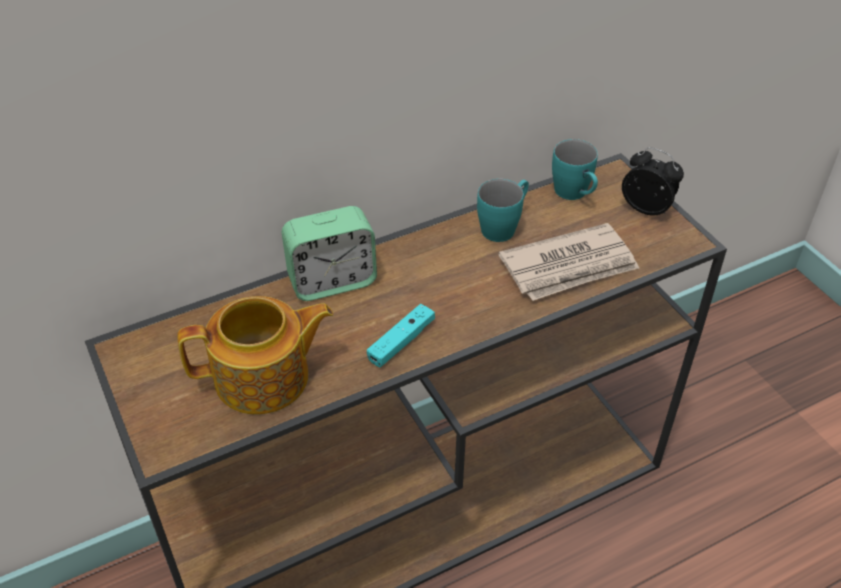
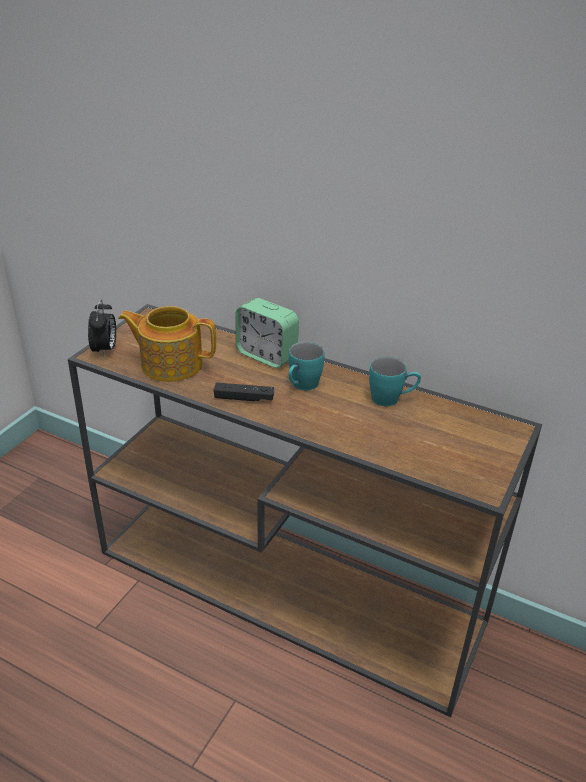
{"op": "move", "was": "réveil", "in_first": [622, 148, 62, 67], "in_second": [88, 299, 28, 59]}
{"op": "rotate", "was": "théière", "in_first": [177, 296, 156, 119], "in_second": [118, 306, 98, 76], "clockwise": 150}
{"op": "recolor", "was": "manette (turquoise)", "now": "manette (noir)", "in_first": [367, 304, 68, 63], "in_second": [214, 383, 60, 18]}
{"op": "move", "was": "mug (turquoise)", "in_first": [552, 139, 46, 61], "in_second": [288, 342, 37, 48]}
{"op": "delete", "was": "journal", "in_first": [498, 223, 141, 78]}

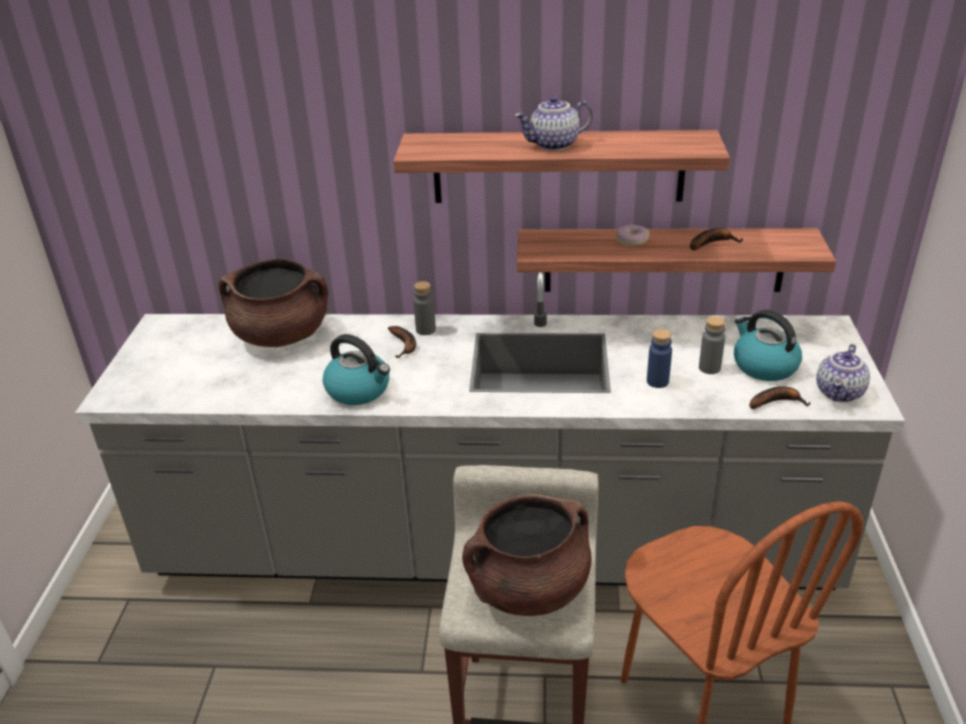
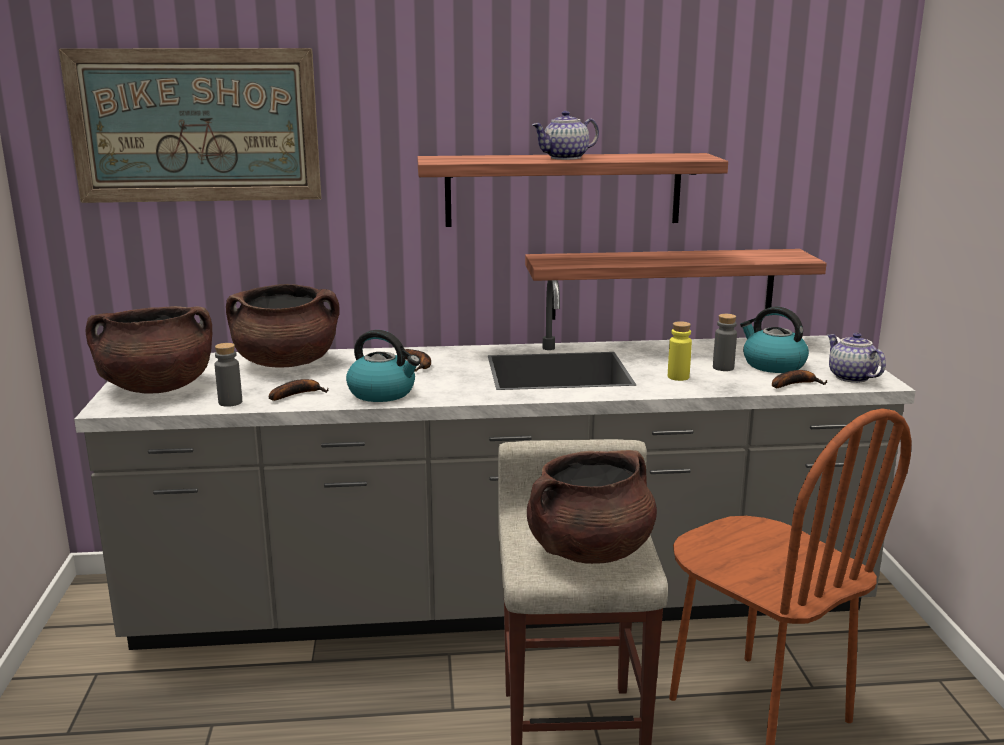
{"op": "insert", "now": "tableau", "in_second": [59, 48, 262, 155]}
{"op": "insert", "now": "marmite (marron)", "in_second": [86, 306, 126, 87]}
{"op": "move", "was": "bouteille (gris)", "in_first": [413, 281, 23, 54], "in_second": [214, 343, 28, 64]}
{"op": "move", "was": "banane", "in_first": [690, 228, 53, 23], "in_second": [269, 379, 60, 22]}
{"op": "recolor", "was": "bouteille (bleu)", "now": "bouteille (jaune)", "in_first": [647, 329, 25, 59], "in_second": [668, 321, 24, 60]}
{"op": "rotate", "was": "théière", "in_first": [816, 344, 54, 58], "in_second": [827, 333, 59, 50], "clockwise": 135}
{"op": "delete", "was": "beignet", "in_first": [616, 224, 33, 22]}

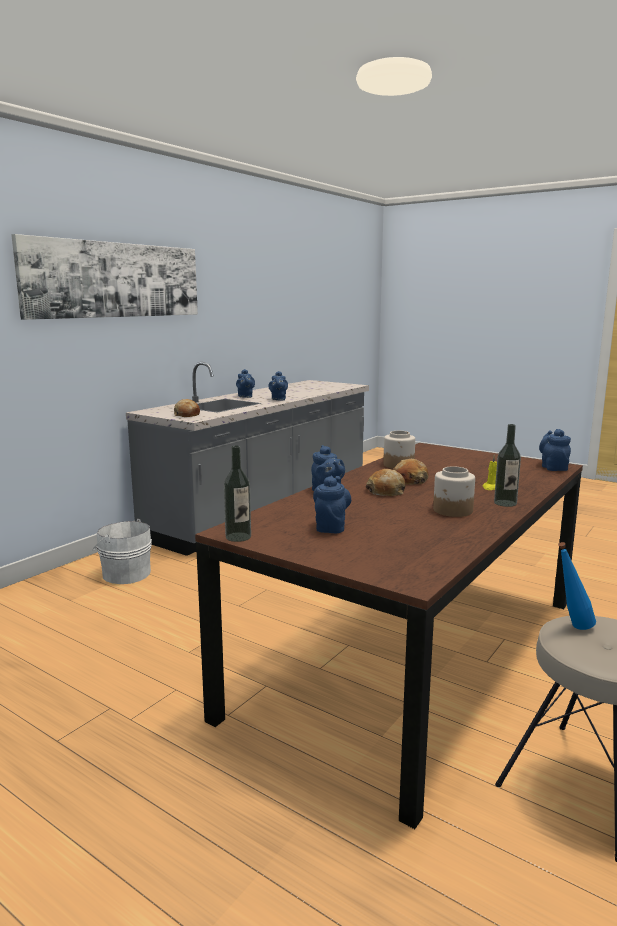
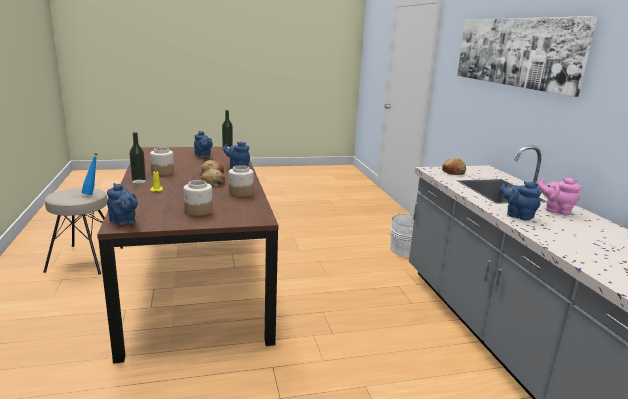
{"op": "insert", "now": "bocal", "in_second": [184, 180, 29, 36]}
{"op": "recolor", "was": "théière (bleu)", "now": "théière (rose)", "in_first": [236, 369, 19, 29], "in_second": [538, 178, 43, 37]}

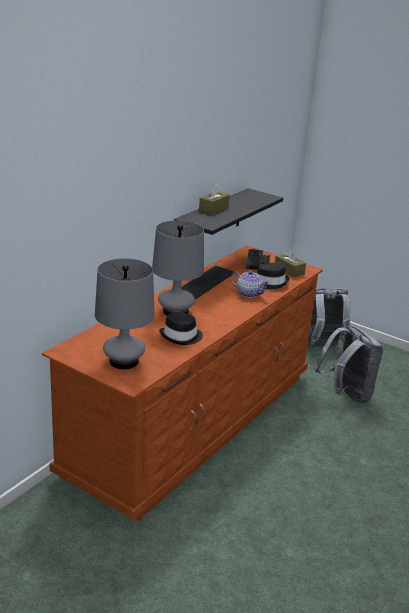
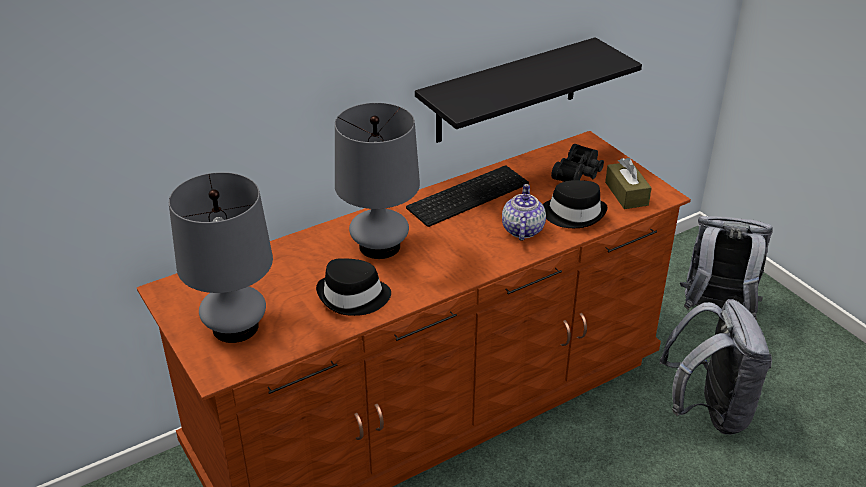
{"op": "rotate", "was": "théière", "in_first": [230, 271, 40, 27], "in_second": [502, 184, 44, 57], "clockwise": -135}
{"op": "delete", "was": "boîte à mouchoirs (marron)", "in_first": [199, 184, 30, 30]}

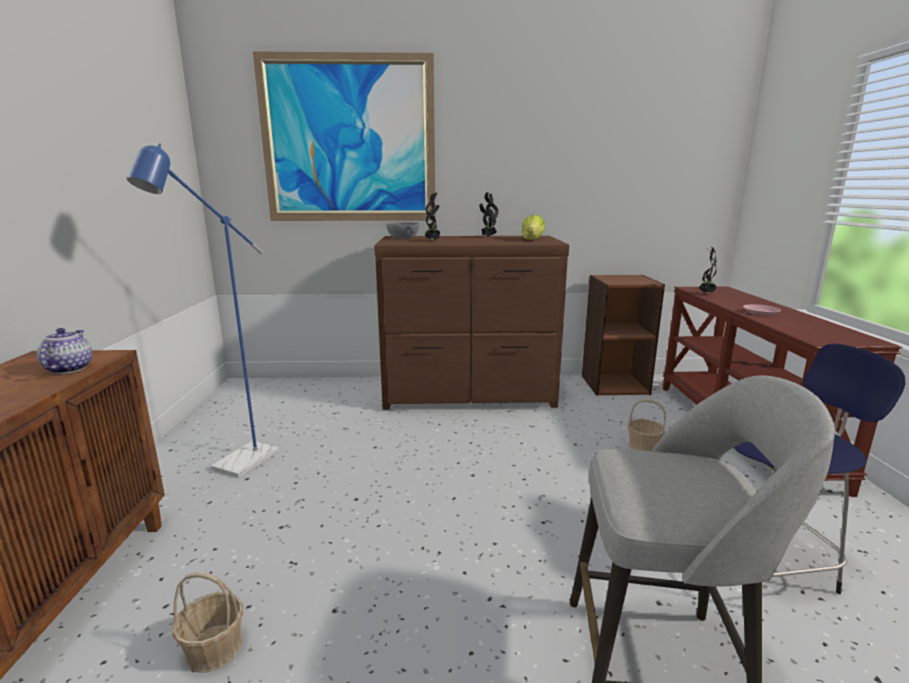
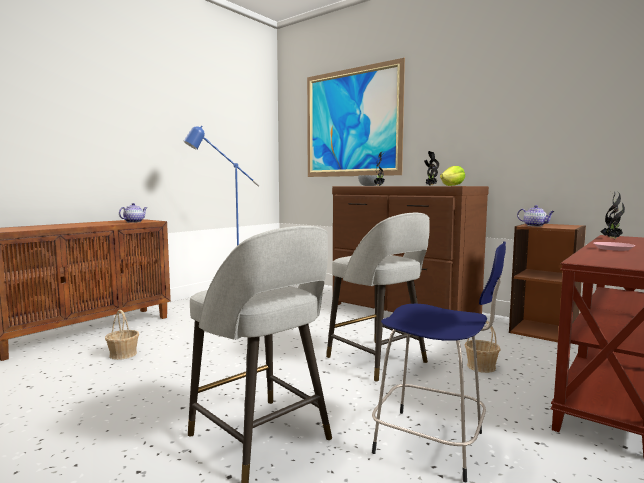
{"op": "insert", "now": "tabouret (gris)", "in_second": [326, 213, 103, 169]}
{"op": "insert", "now": "théière", "in_second": [517, 205, 38, 21]}

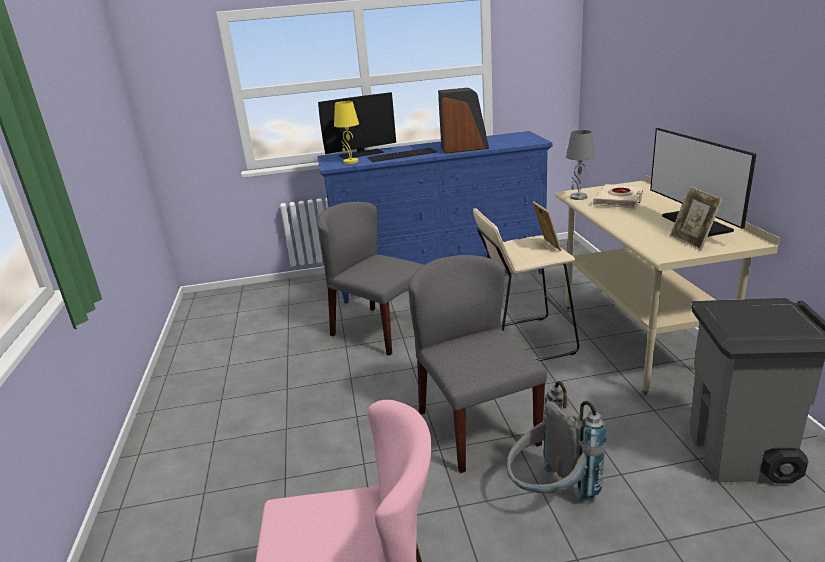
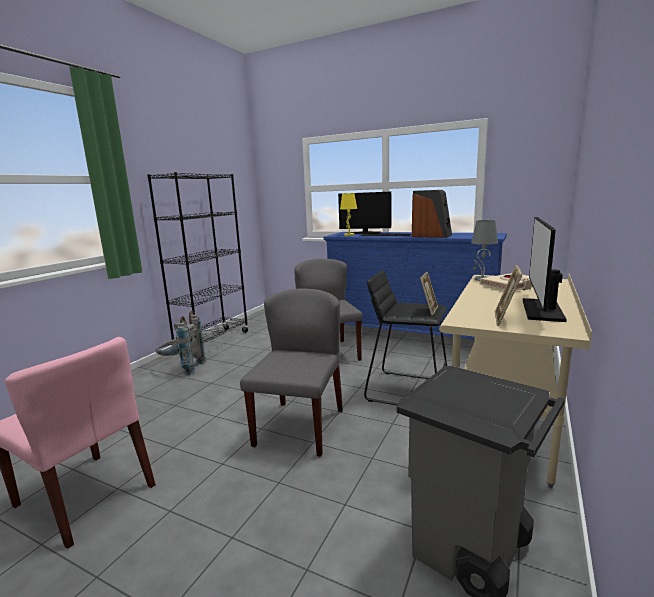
{"op": "insert", "now": "bibliothèque (noir)", "in_second": [147, 172, 102, 179]}
{"op": "move", "was": "sac à dos (gris)", "in_first": [507, 381, 99, 124], "in_second": [156, 311, 50, 64]}
{"op": "recolor", "was": "tabouret (beige)", "now": "tabouret (noir)", "in_first": [473, 208, 106, 153], "in_second": [364, 270, 83, 135]}

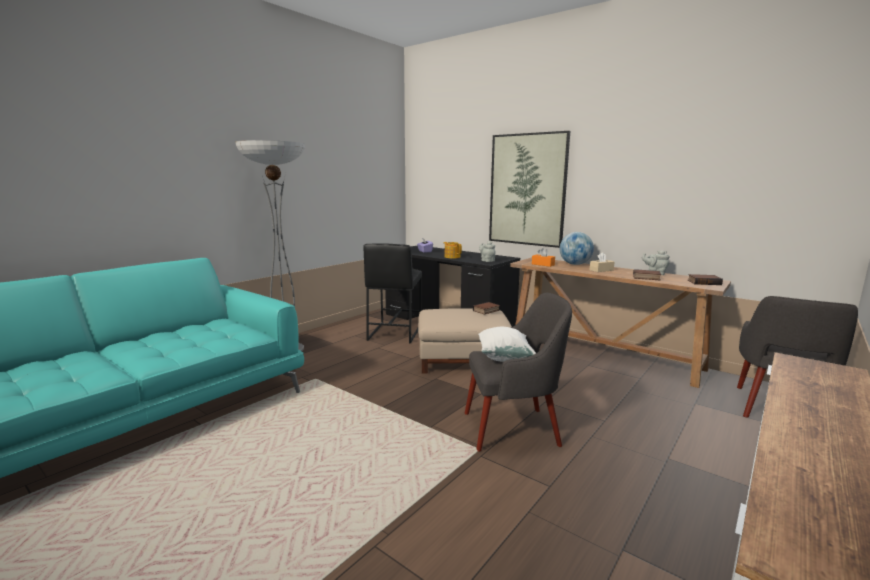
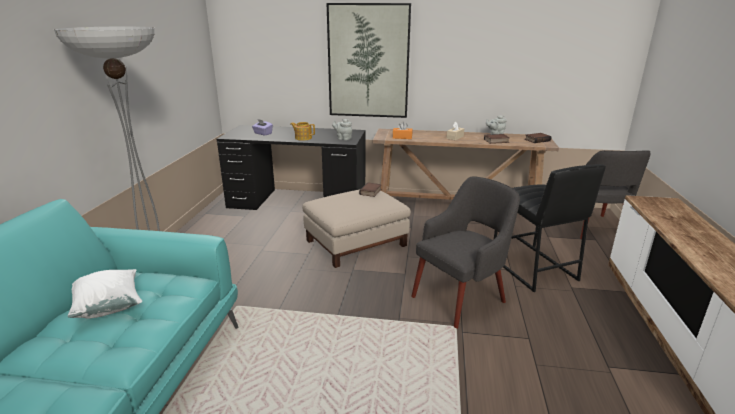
{"op": "move", "was": "coussin (blanc)", "in_first": [478, 327, 58, 35], "in_second": [68, 269, 74, 49]}
{"op": "move", "was": "tabouret (noir)", "in_first": [364, 243, 58, 100], "in_second": [494, 164, 112, 128]}
{"op": "delete", "was": "globe", "in_first": [560, 232, 34, 33]}

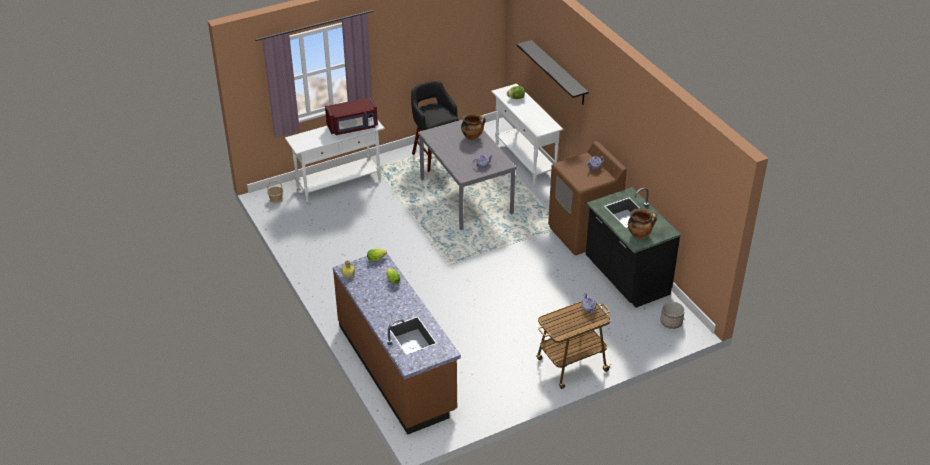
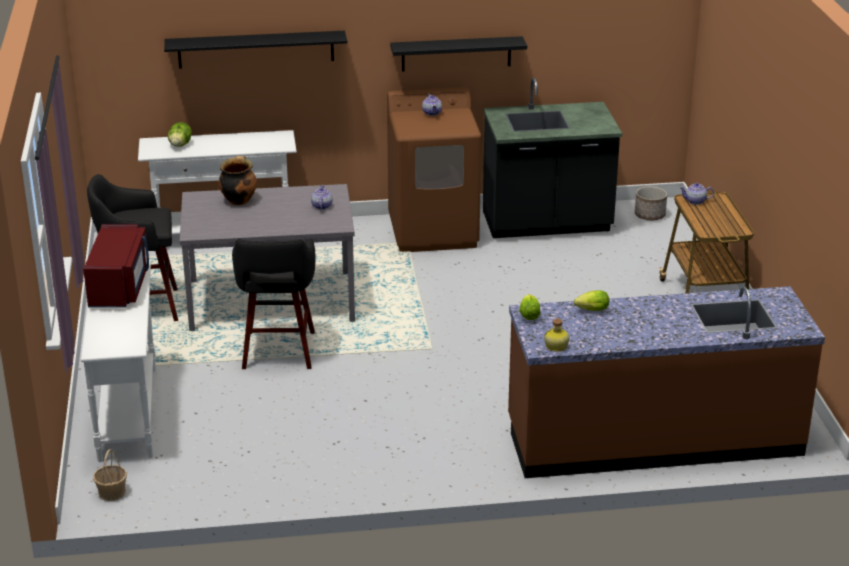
{"op": "insert", "now": "tabouret (noir)", "in_second": [232, 238, 83, 131]}
{"op": "insert", "now": "étagère (noir)", "in_second": [390, 36, 137, 36]}
{"op": "delete", "was": "marmite", "in_first": [628, 208, 29, 31]}

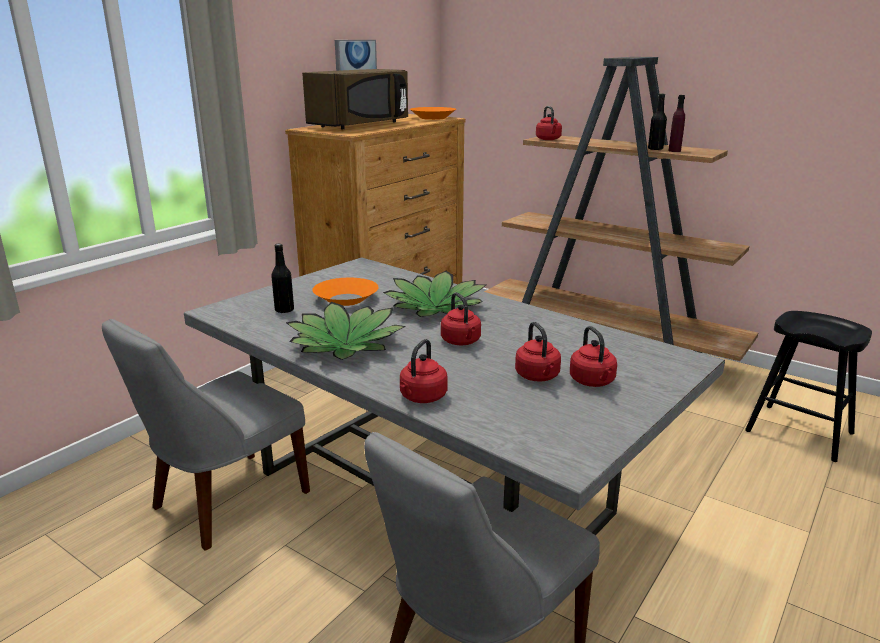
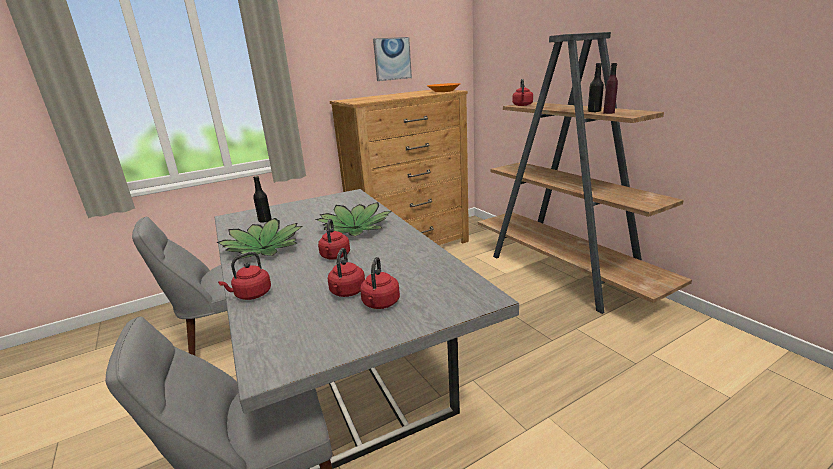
{"op": "delete", "was": "micro-ondes (marron)", "in_first": [302, 69, 106, 60]}
{"op": "delete", "was": "bol (orange)", "in_first": [312, 278, 66, 28]}
{"op": "delete", "was": "tabouret (noir)", "in_first": [745, 311, 127, 151]}

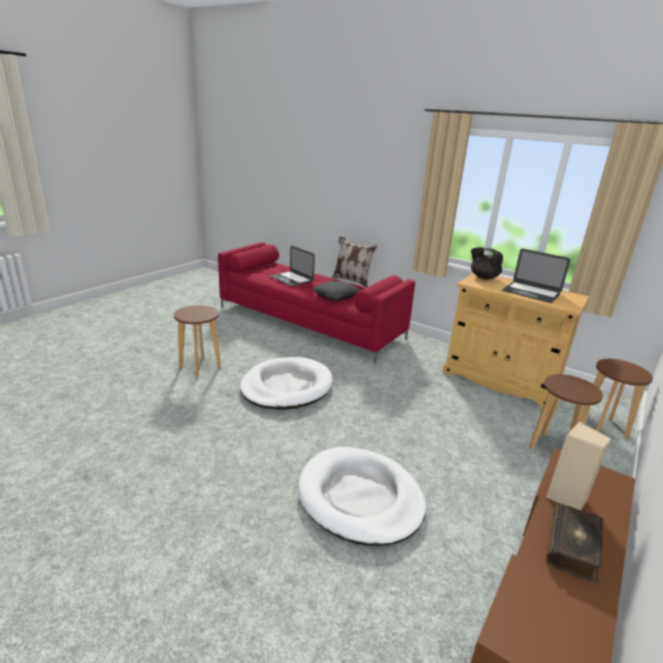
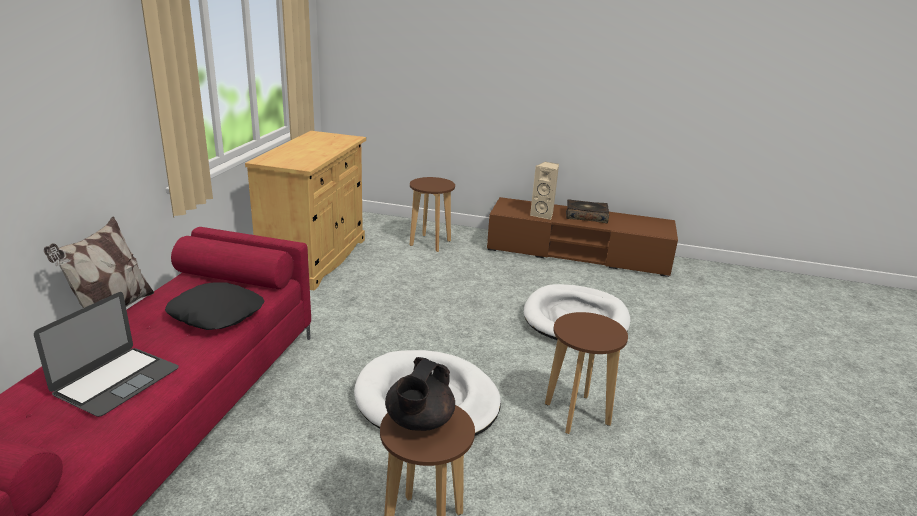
{"op": "move", "was": "théière (noir)", "in_first": [471, 247, 32, 32], "in_second": [385, 357, 70, 74]}
{"op": "move", "was": "tabouret (marron)", "in_first": [593, 359, 60, 80], "in_second": [545, 312, 83, 122]}
{"op": "delete", "was": "ordinateur portable", "in_first": [503, 249, 67, 54]}

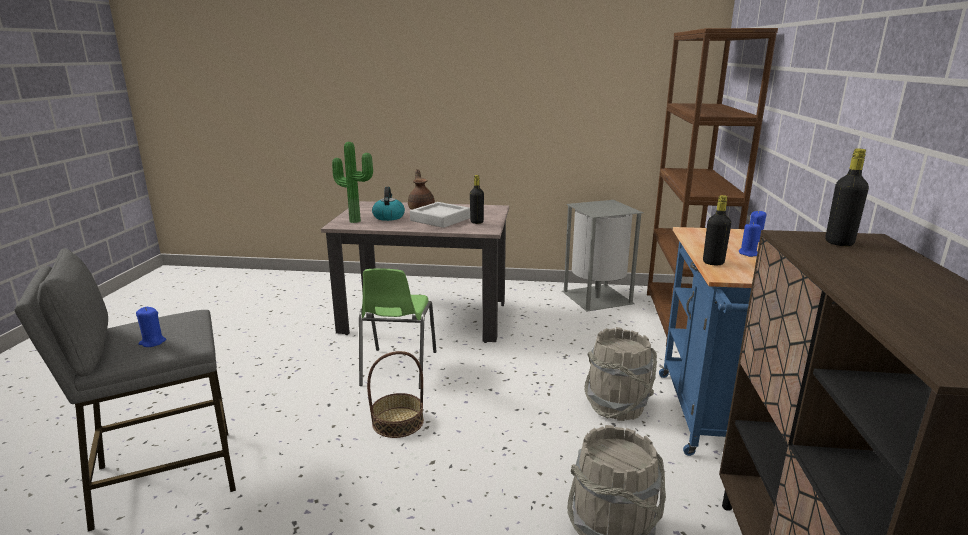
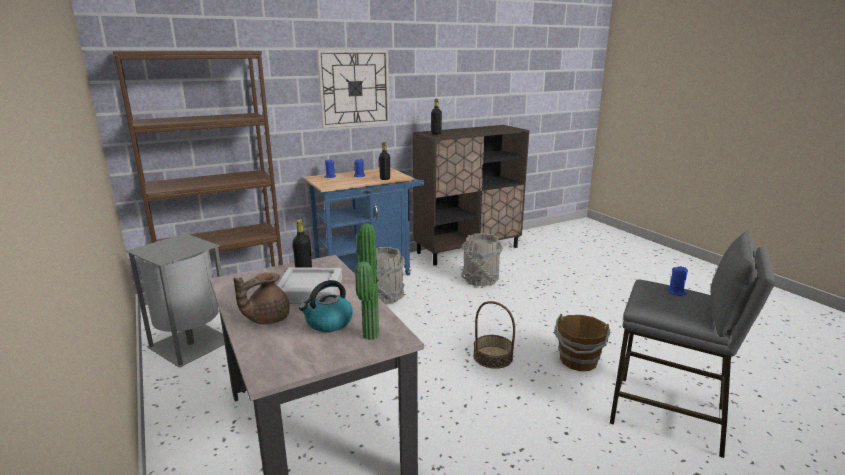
{"op": "insert", "now": "horloge murale", "in_second": [317, 50, 73, 78]}
{"op": "insert", "now": "seau (marron)", "in_second": [554, 314, 56, 57]}
{"op": "delete", "was": "chaise (vert)", "in_first": [359, 268, 78, 121]}

